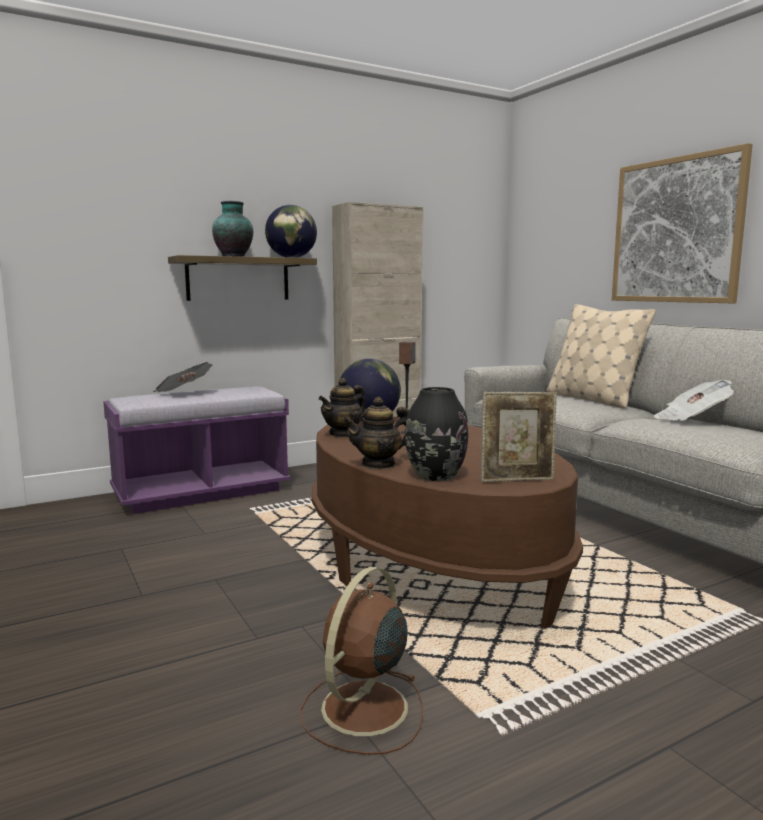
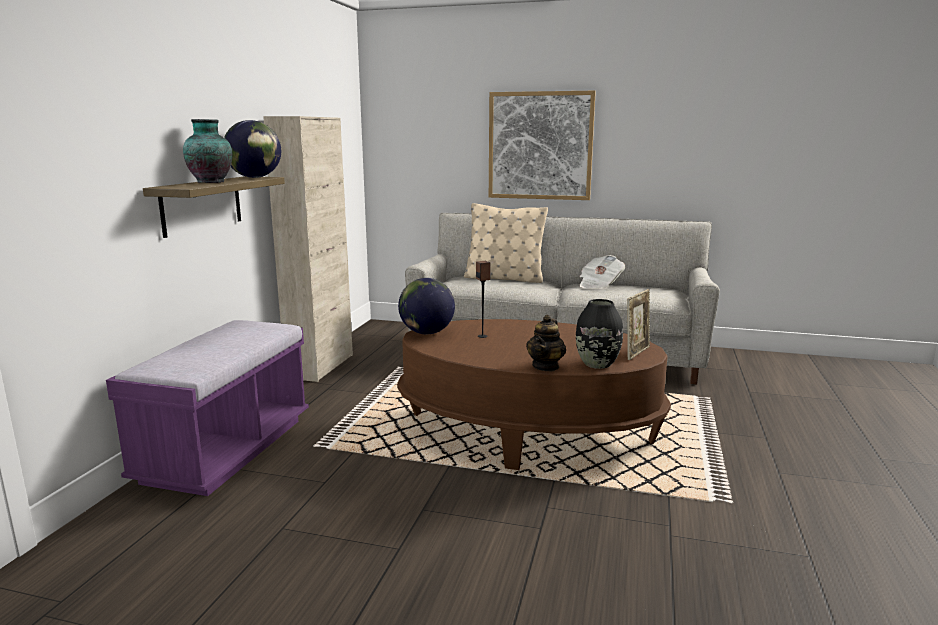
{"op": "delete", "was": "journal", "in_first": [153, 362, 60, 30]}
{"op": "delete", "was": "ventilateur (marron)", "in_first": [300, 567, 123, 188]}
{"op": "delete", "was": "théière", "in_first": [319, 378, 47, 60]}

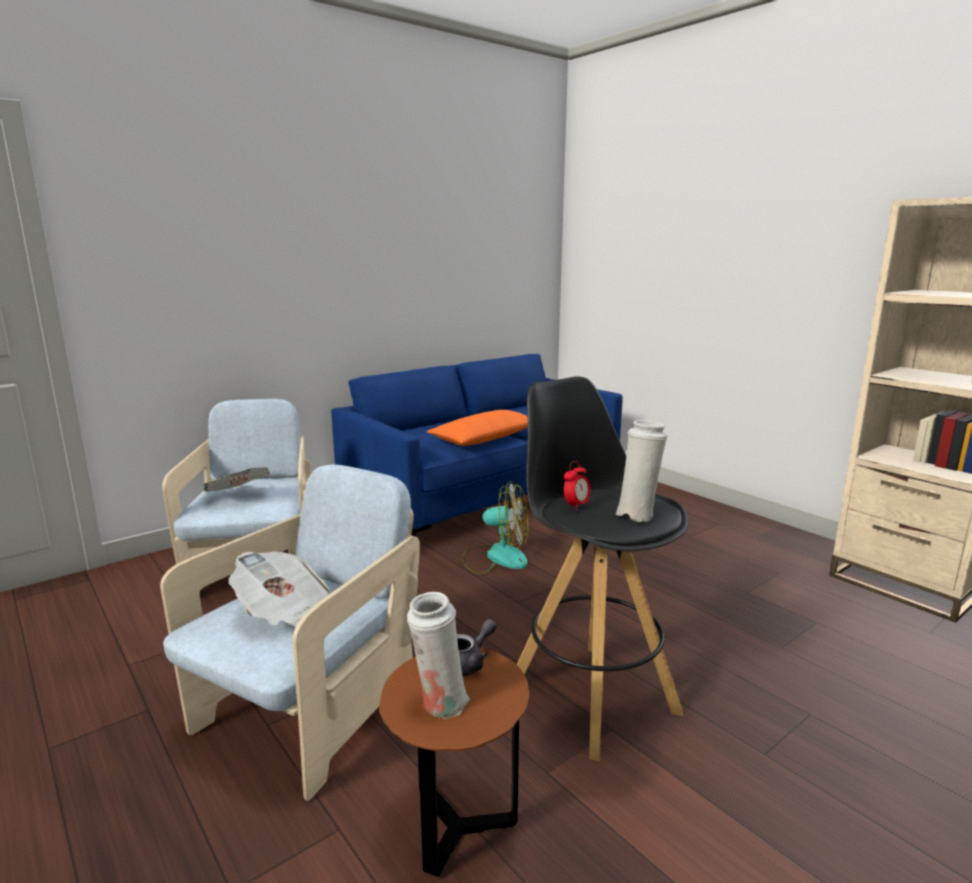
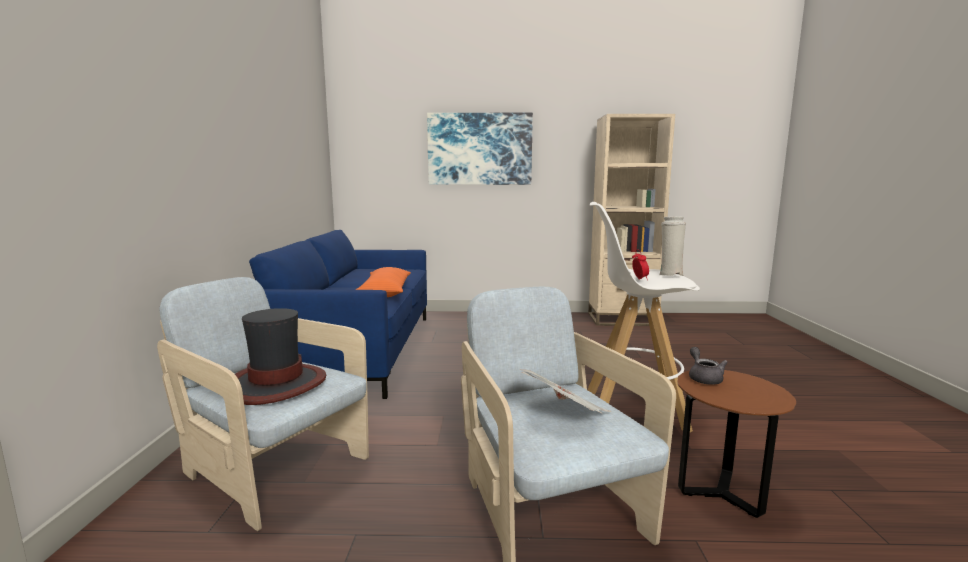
{"op": "replace", "was": "journal", "now": "chapeau", "in_first": [203, 467, 67, 25], "in_second": [235, 308, 91, 97]}
{"op": "insert", "now": "tableau", "in_second": [427, 113, 106, 72]}
{"op": "recolor", "was": "tabouret (noir)", "now": "tabouret (blanc)", "in_first": [516, 376, 172, 385], "in_second": [587, 202, 113, 230]}
{"op": "delete", "was": "vase (blanc)", "in_first": [407, 592, 63, 127]}
{"op": "delete", "was": "ventilateur", "in_first": [463, 481, 65, 93]}

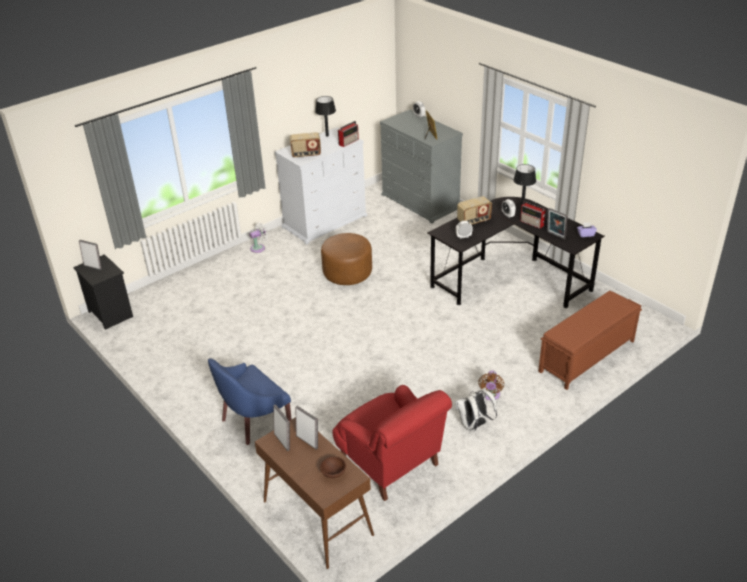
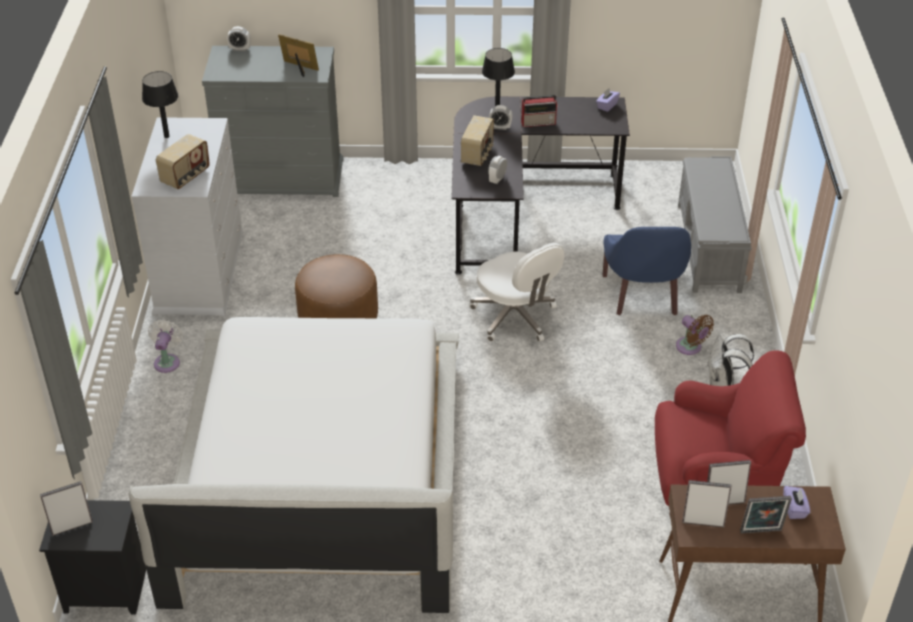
{"op": "insert", "now": "lit (blanc)", "in_second": [129, 317, 330, 296]}
{"op": "insert", "now": "chaise de bureau (blanc)", "in_second": [470, 243, 94, 98]}
{"op": "move", "was": "fauteuil (bleu)", "in_first": [208, 358, 84, 87], "in_second": [603, 227, 88, 89]}
{"op": "recolor", "was": "banc (marron)", "now": "banc (gris)", "in_first": [538, 291, 104, 99], "in_second": [678, 156, 74, 137]}
{"op": "move", "was": "cadre photo", "in_first": [547, 208, 20, 31], "in_second": [740, 496, 52, 38]}
{"op": "replace", "was": "bol (marron)", "now": "boîte à mouchoirs (violet)", "in_first": [320, 456, 26, 22], "in_second": [783, 486, 27, 33]}
{"op": "delete", "was": "radio", "in_first": [338, 121, 21, 26]}

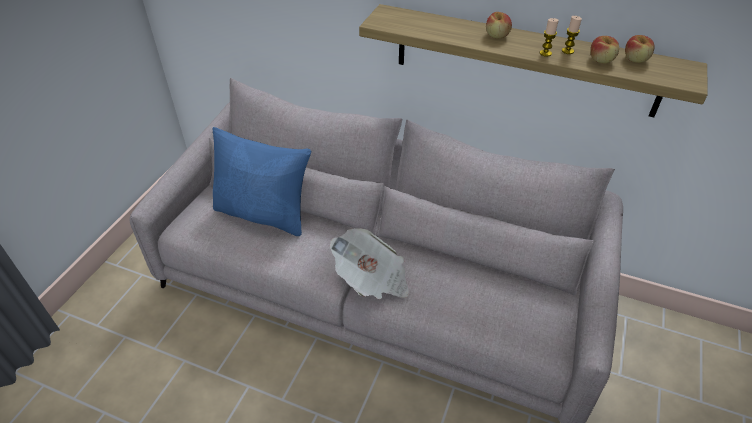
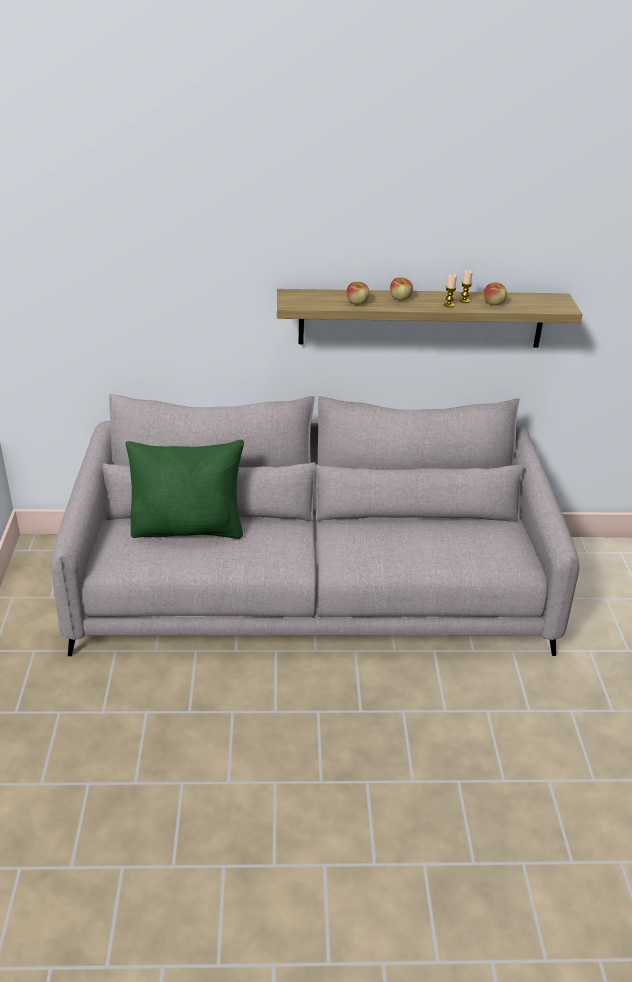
{"op": "recolor", "was": "coussin (bleu)", "now": "coussin (vert)", "in_first": [213, 127, 98, 109], "in_second": [126, 439, 118, 100]}
{"op": "move", "was": "pomme", "in_first": [625, 35, 29, 28], "in_second": [347, 282, 23, 23]}
{"op": "delete", "was": "journal", "in_first": [330, 228, 79, 71]}

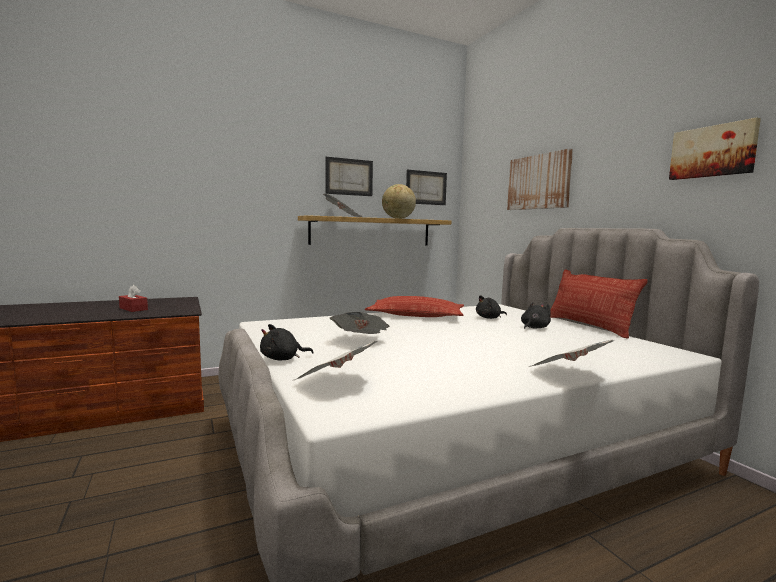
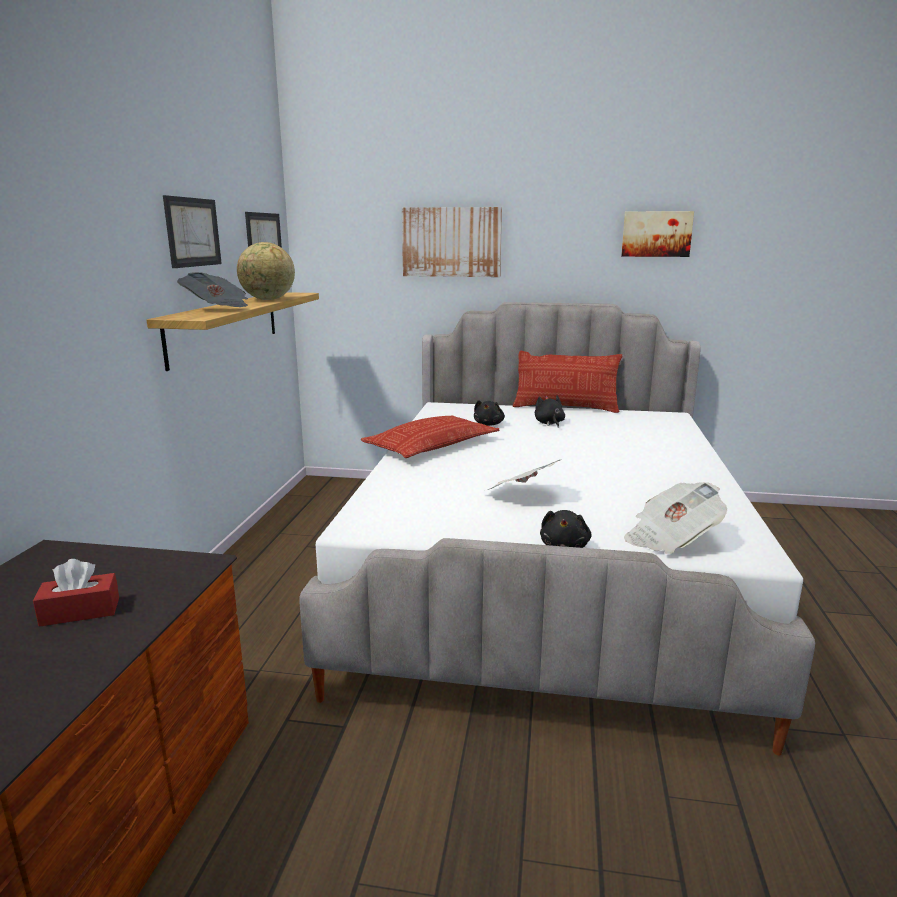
{"op": "delete", "was": "journal", "in_first": [529, 339, 85, 28]}

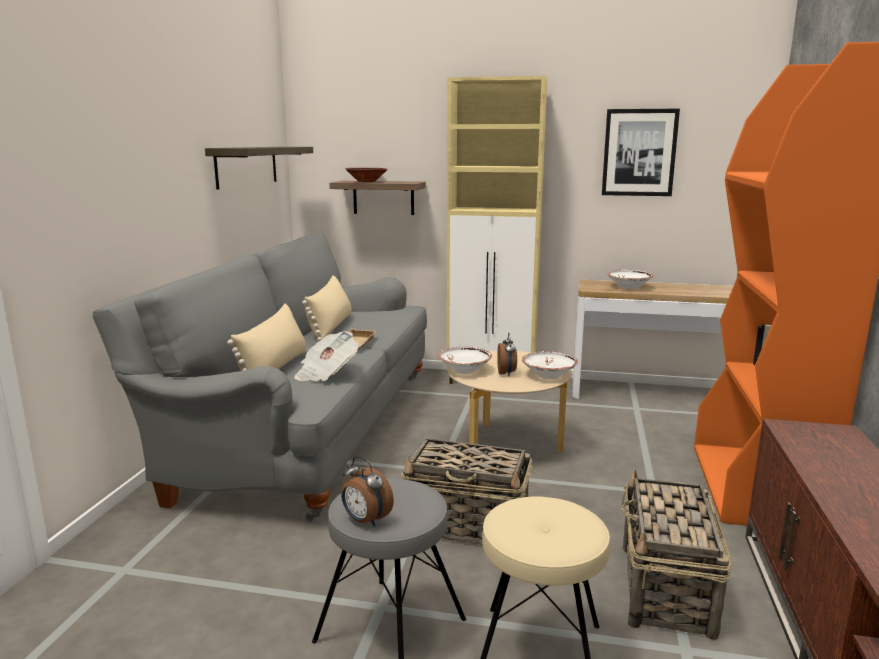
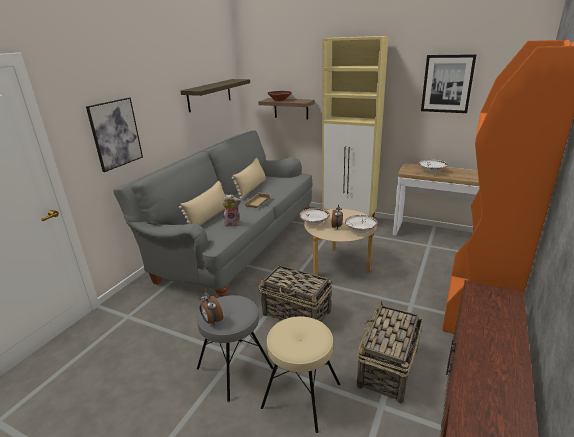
{"op": "insert", "now": "tableau", "in_second": [86, 98, 57, 74]}
{"op": "replace", "was": "journal", "now": "peluche", "in_first": [294, 331, 65, 50], "in_second": [222, 194, 19, 33]}

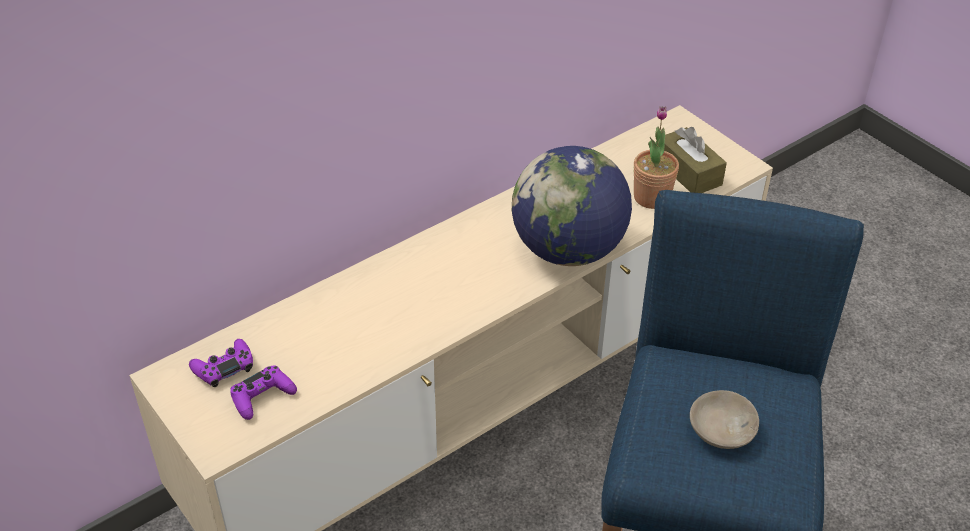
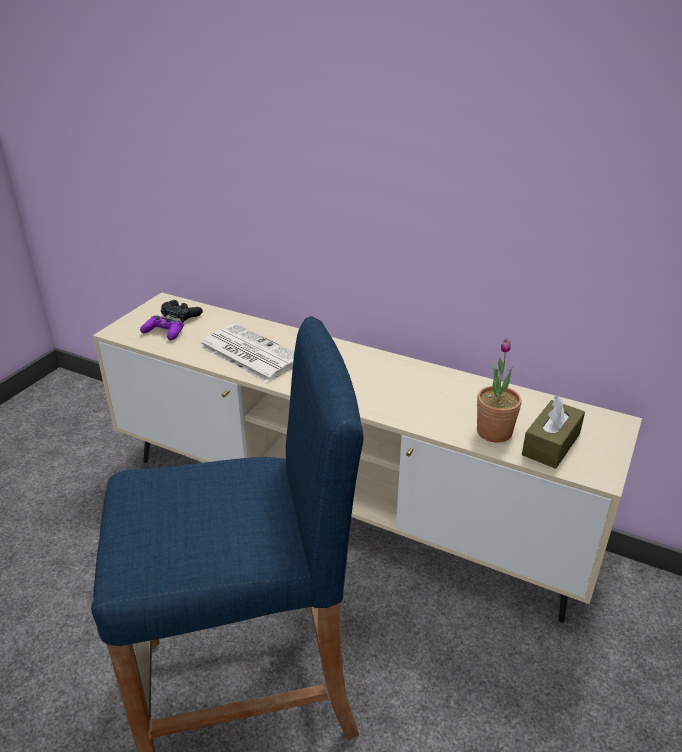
{"op": "recolor", "was": "manette (violet)", "now": "manette (noir)", "in_first": [189, 339, 64, 48], "in_second": [161, 300, 42, 22]}
{"op": "insert", "now": "journal", "in_second": [199, 324, 95, 59]}
{"op": "delete", "was": "globe", "in_first": [512, 146, 120, 120]}
{"op": "delete", "was": "bol (beige)", "in_first": [690, 390, 69, 59]}

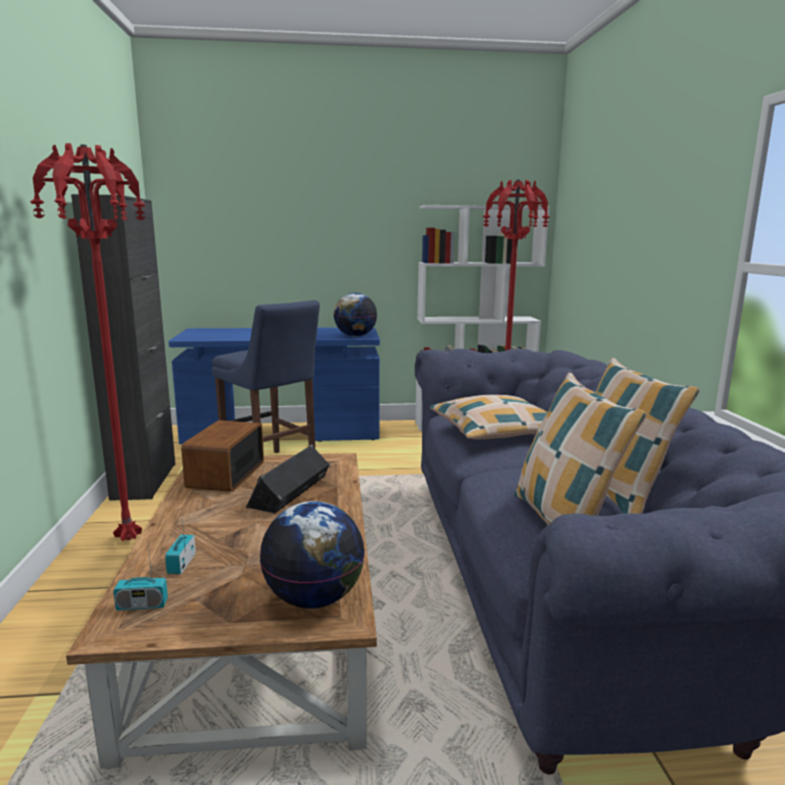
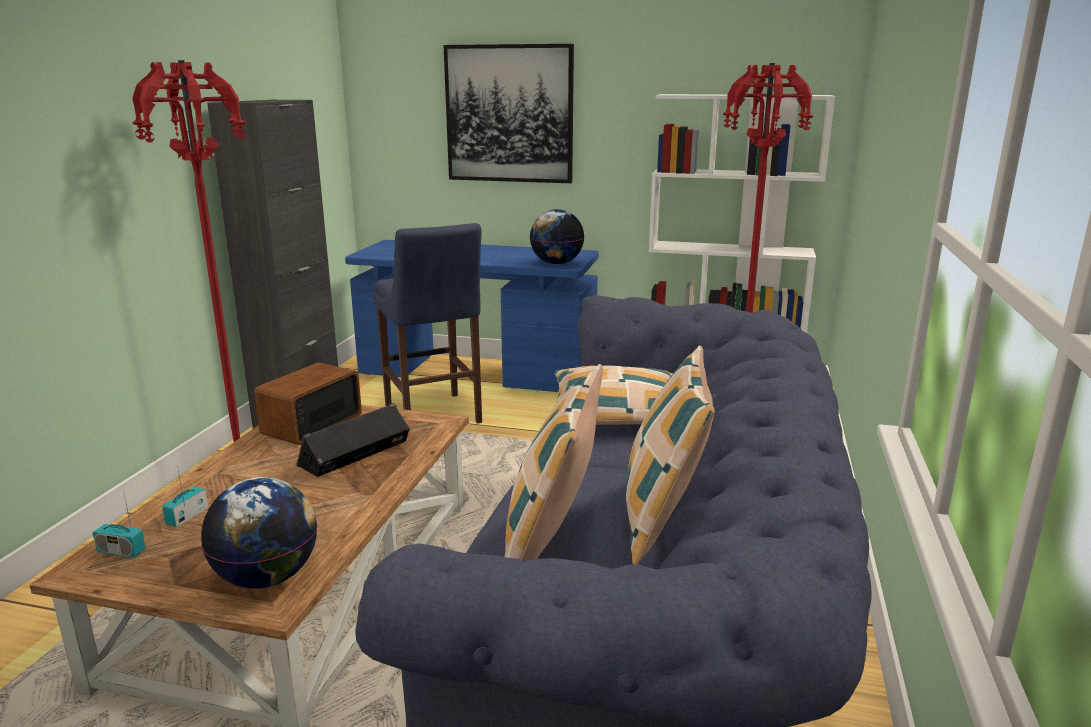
{"op": "insert", "now": "tableau", "in_second": [444, 44, 130, 139]}

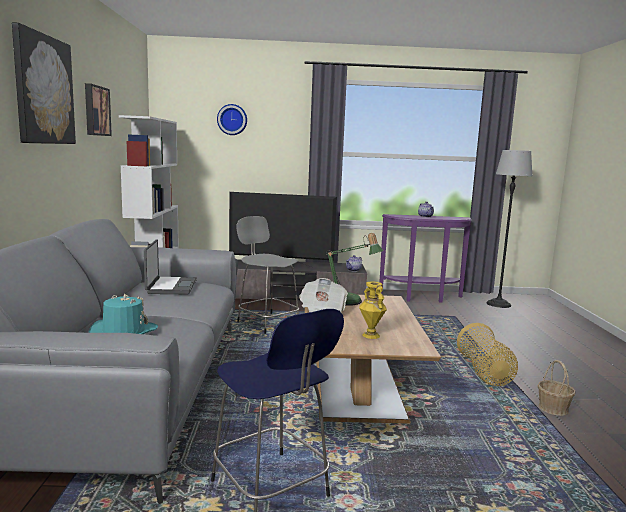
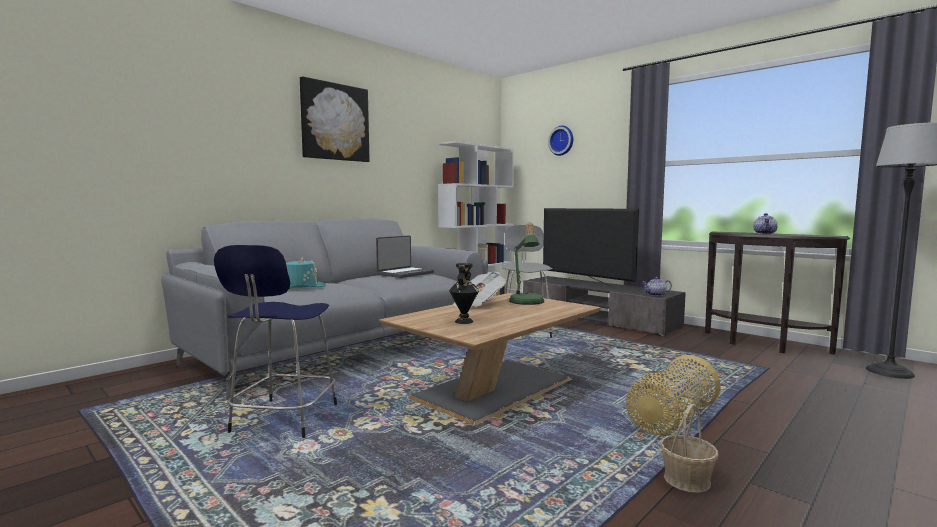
{"op": "recolor", "was": "vase (jaune)", "now": "vase (noir)", "in_first": [359, 282, 28, 57], "in_second": [449, 263, 30, 61]}
{"op": "recolor", "was": "table console (violet)", "now": "table console (marron)", "in_first": [380, 214, 92, 89], "in_second": [705, 231, 145, 124]}
{"op": "delete", "was": "tableau", "in_first": [85, 83, 27, 53]}

